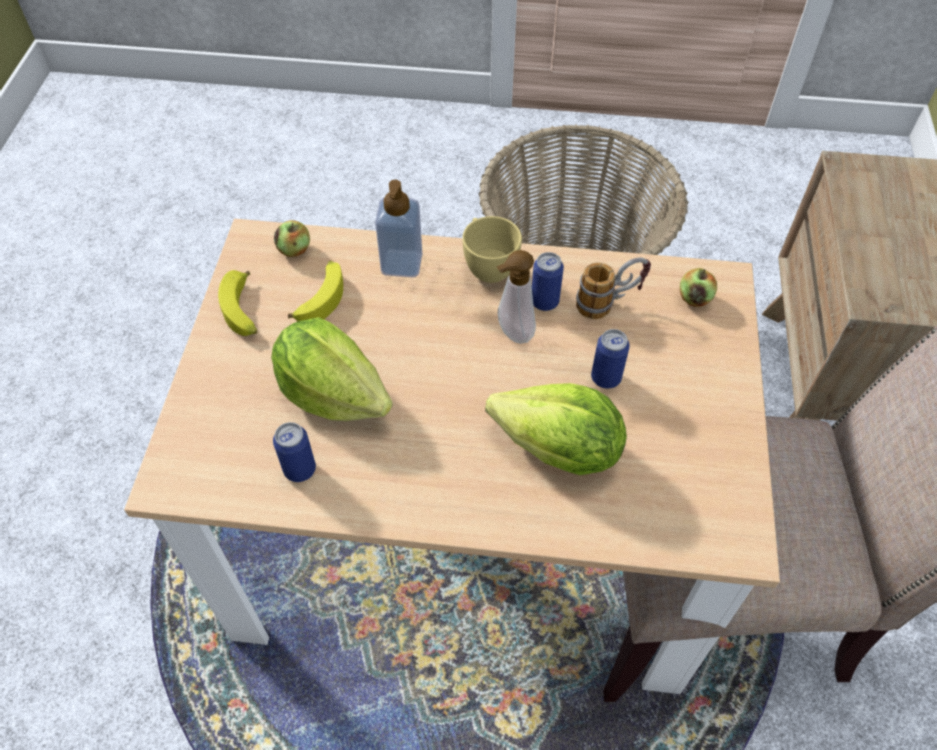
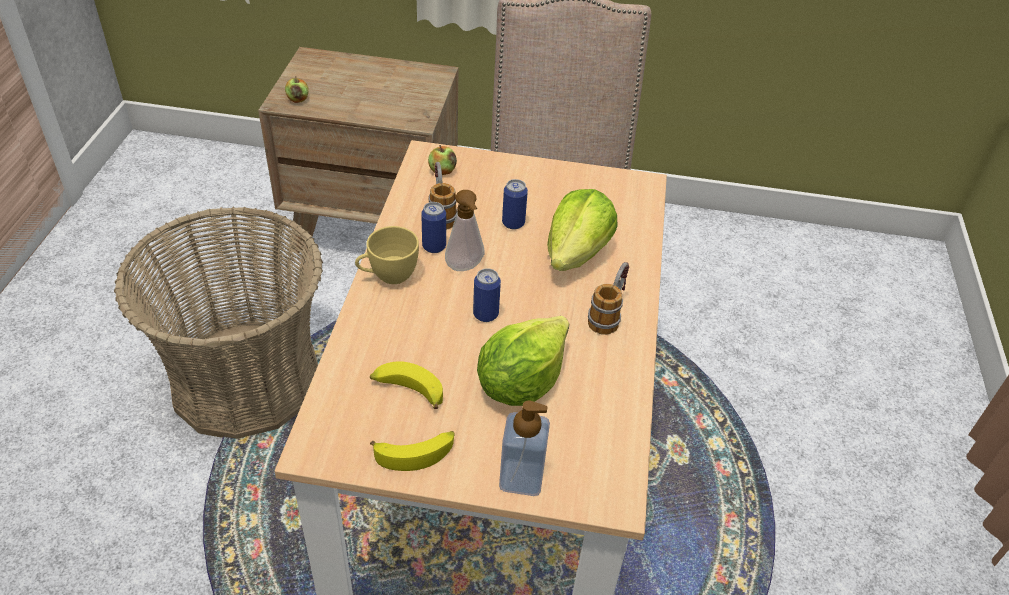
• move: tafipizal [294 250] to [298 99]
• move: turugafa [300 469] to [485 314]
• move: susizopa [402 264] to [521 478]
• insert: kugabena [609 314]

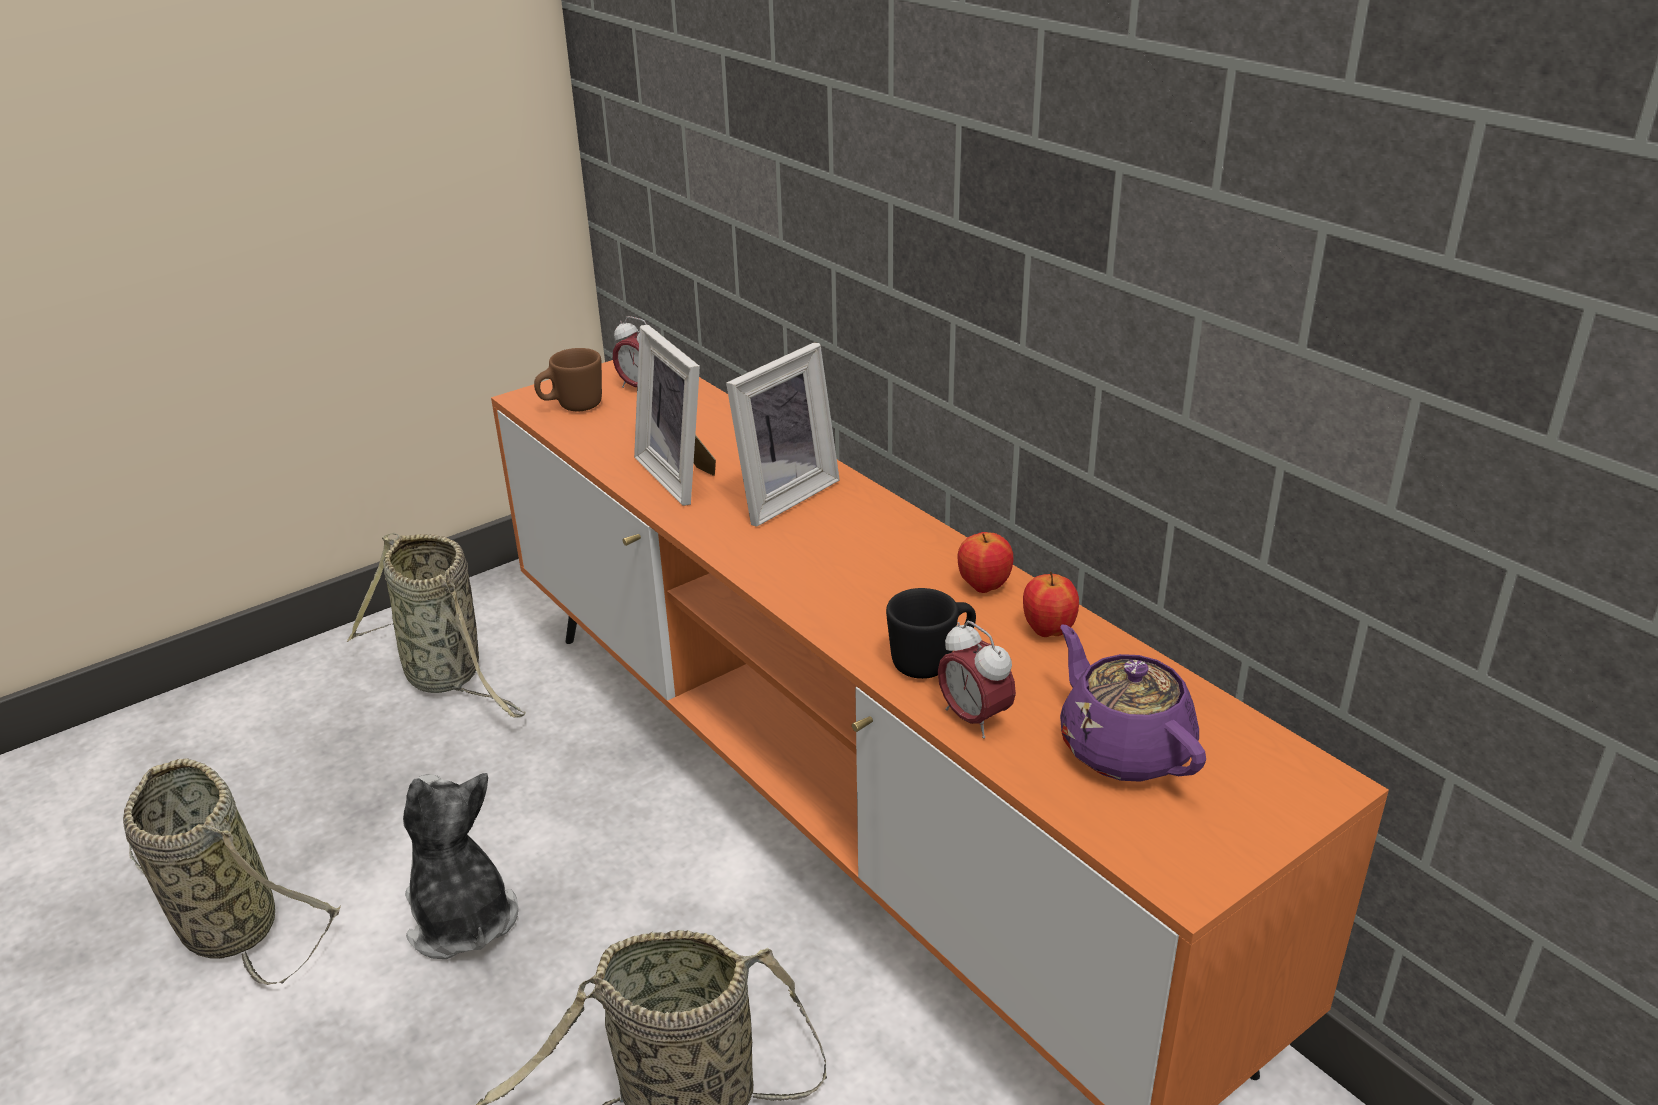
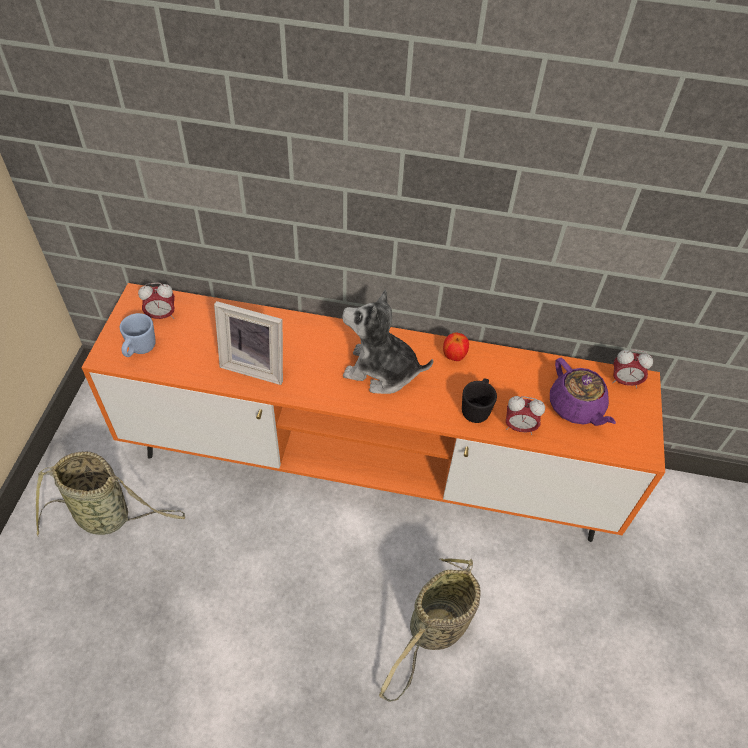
• recolor: kugabena (brown) [572 407] to kugabena (blue) [139 349]
• move: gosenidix [461 918] to [381 371]
• rotate: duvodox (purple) [1123 747] = [576 407] 135 degrees counterclockwise
• insert: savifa [624 381]
• delete: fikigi [224 922]
• delete: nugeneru [780 495]
• delete: tafipizal [1048 631]

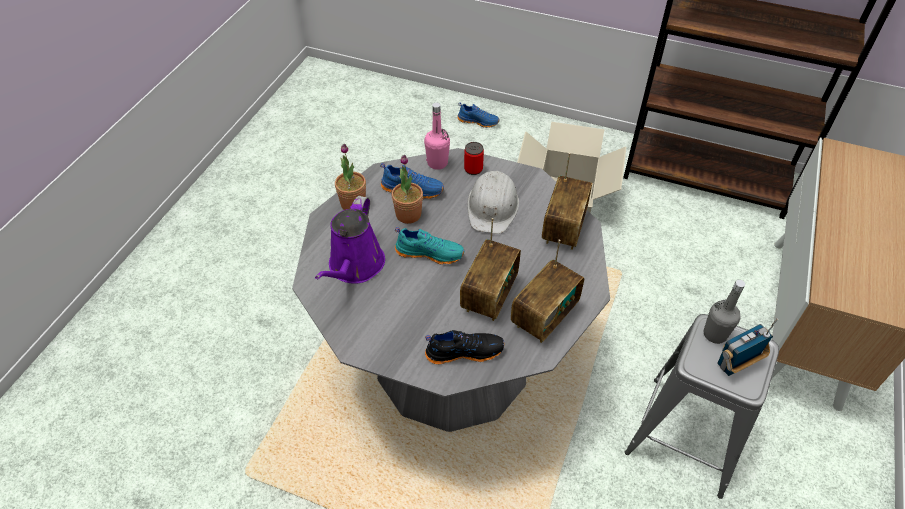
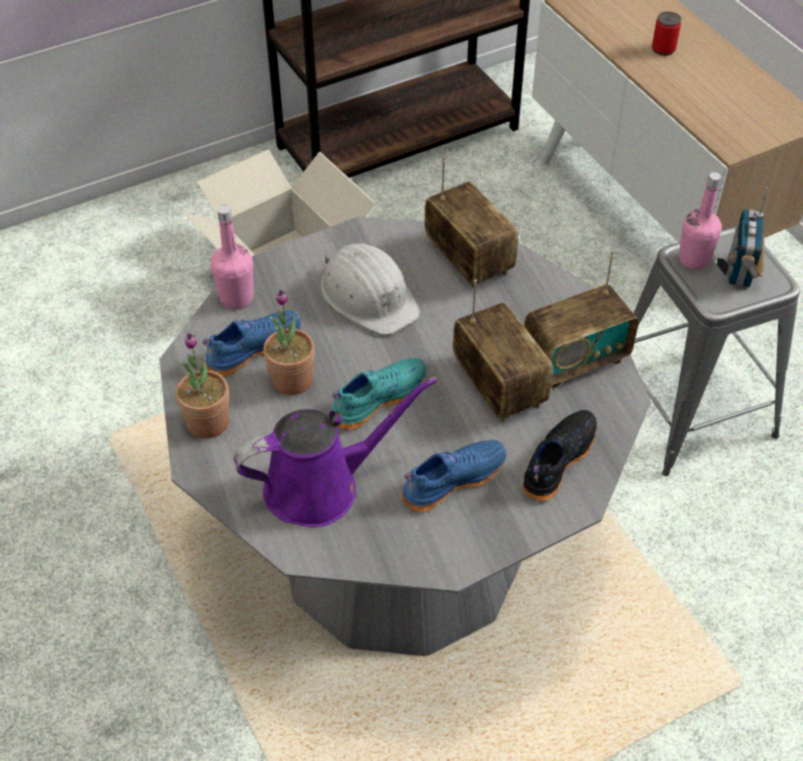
• rotate: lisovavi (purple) [354 267] = [321 486] 75 degrees counterclockwise
• move: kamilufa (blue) [478 121] to [452 480]
• rotate: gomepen [544 316] = [575 360] 75 degrees clockwise
• move: turugafa [473 169] to [663 49]
• recolor: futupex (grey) [715 334] to futupex (pink) [693 259]

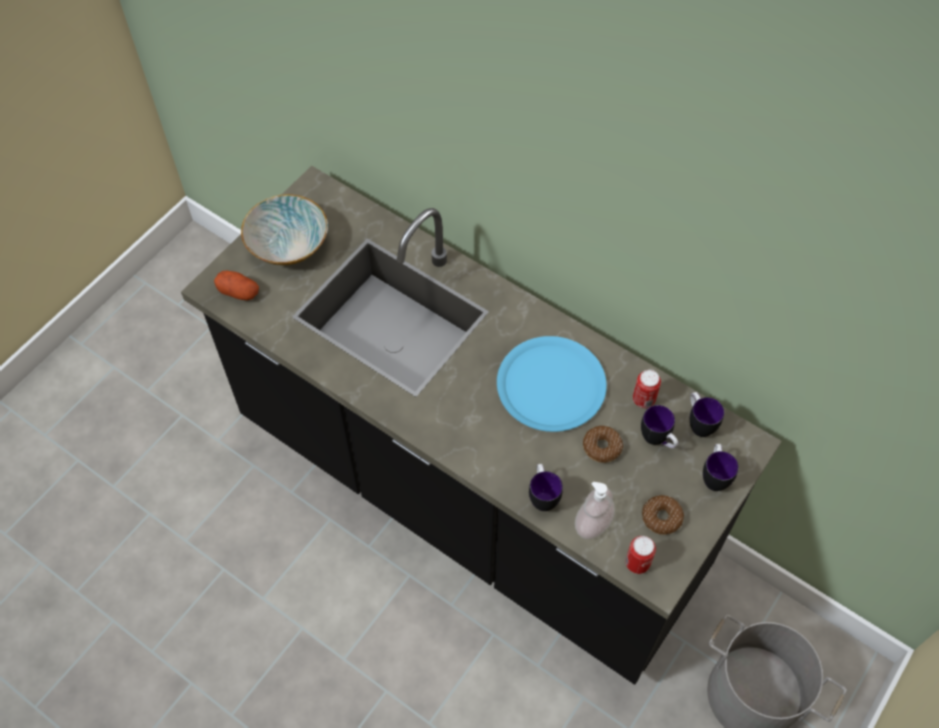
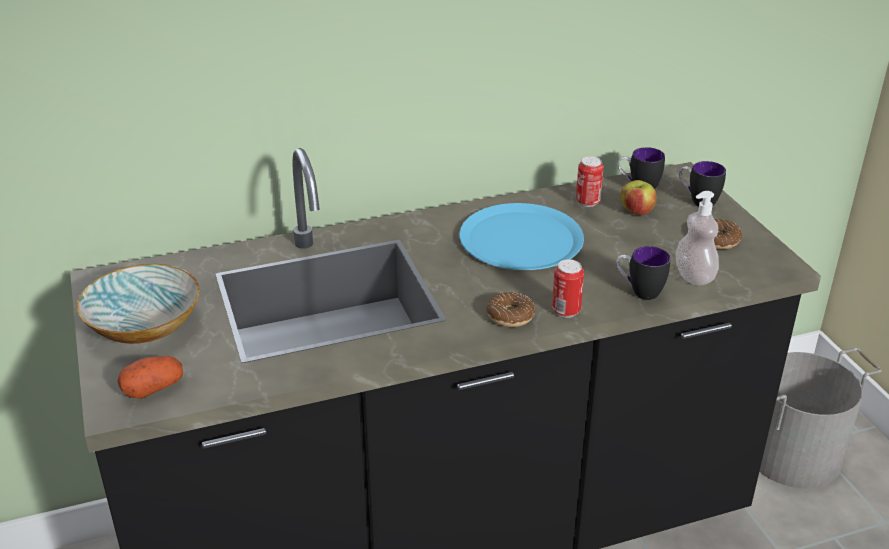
• move: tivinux [602 447] to [510 316]
• move: turugafa [637 563] to [566 311]
• replace: kugabena [658 440] to tafipizal [636 212]

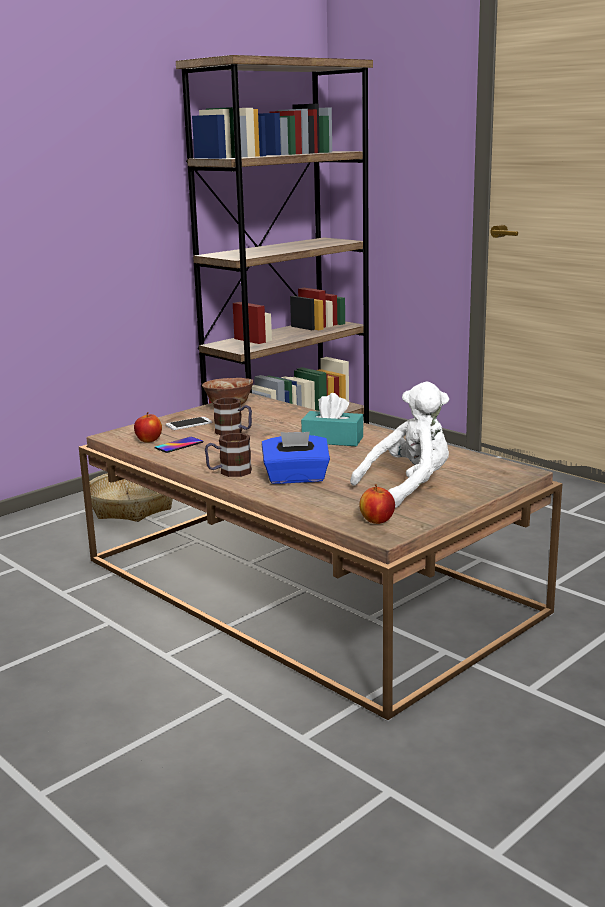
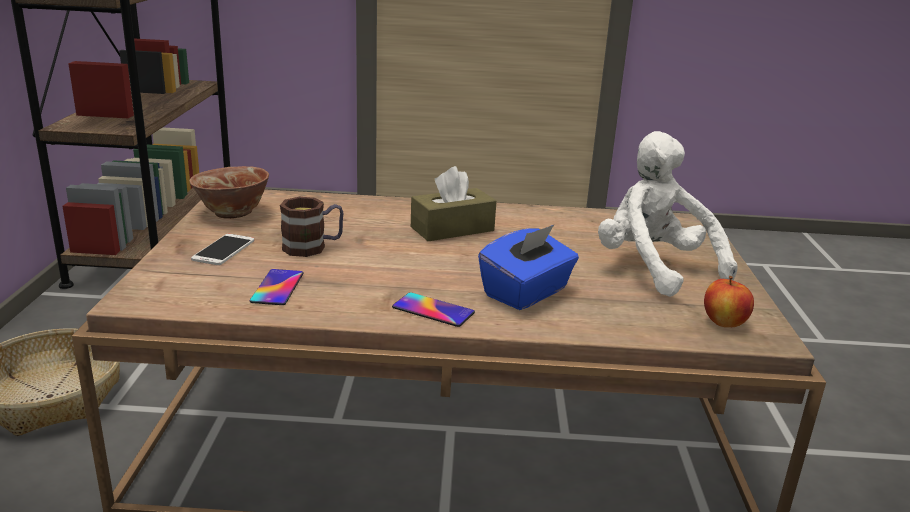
• replace: kugabena [229 472] to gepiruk [433 310]
• recolor: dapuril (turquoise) [332 440] to dapuril (brown) [452 229]
• rotate: gosenidix (white) [409 487] = [653 268] 45 degrees counterclockwise
• delete: tafipizal [149 440]

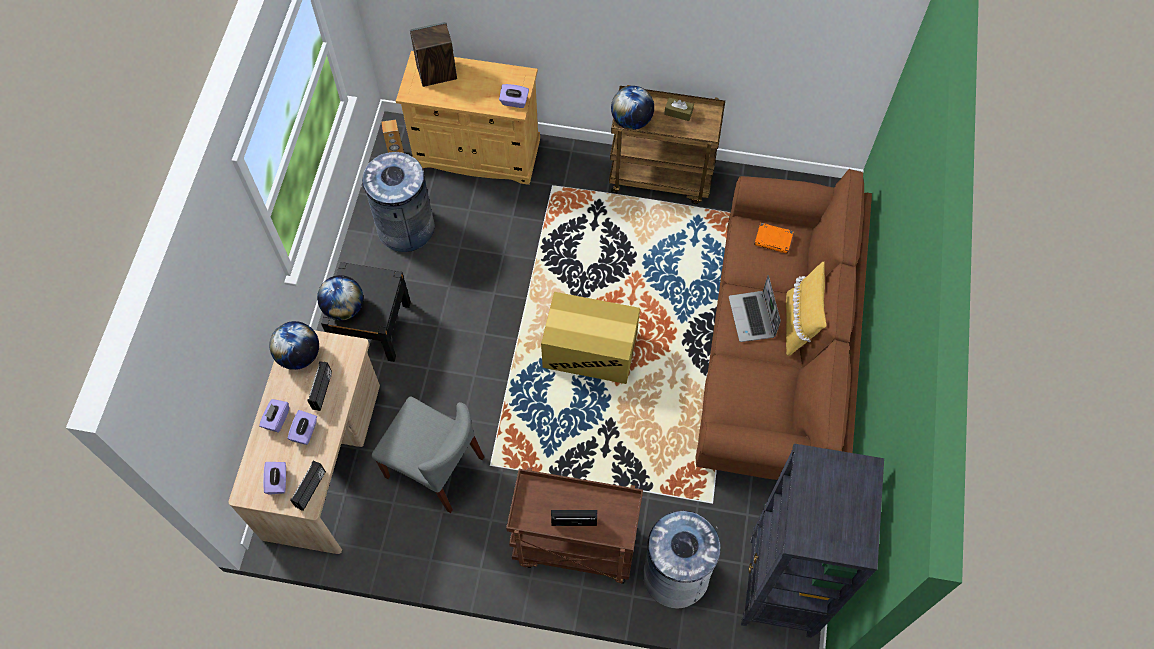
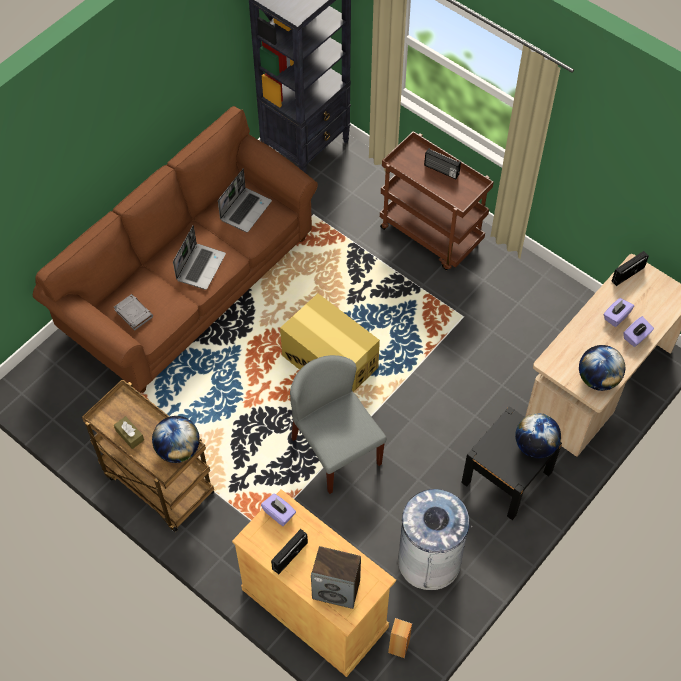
• recolor: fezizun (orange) [773 240] to fezizun (grey) [133 313]
• insert: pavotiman [245 210]
• move: gomepen [323 390] to [289 555]
• move: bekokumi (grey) [435 467] to [335 450]
• delete: dapuril (purple) [278 481]
• delete: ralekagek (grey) [675 574]
• delete: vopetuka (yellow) [799 324]

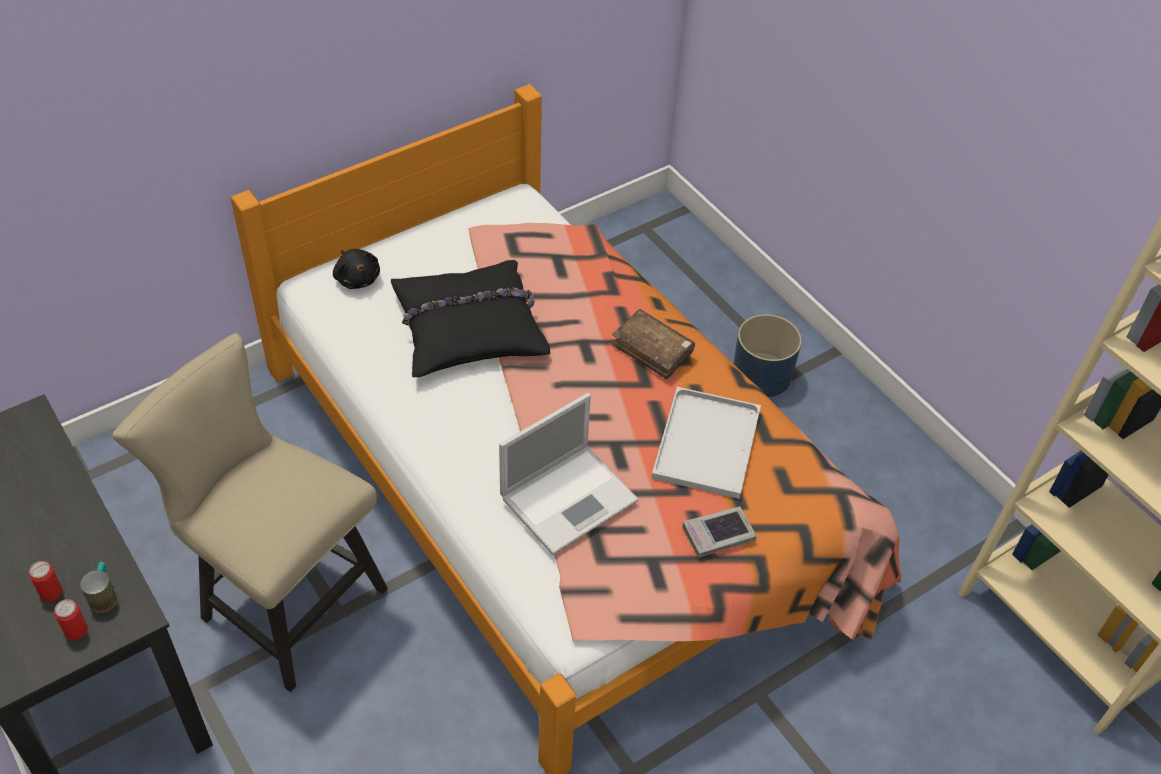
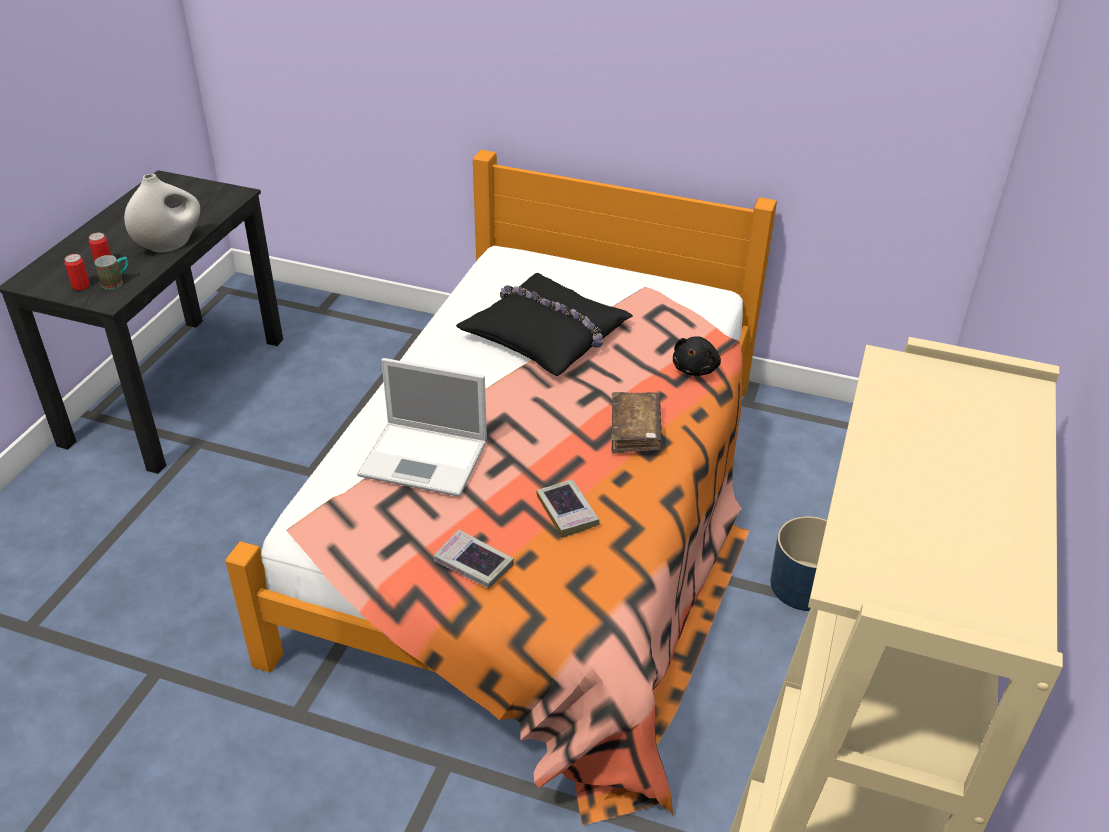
• insert: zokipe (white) [170 245]
• replace: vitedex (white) [707 446] to fezizun [567 512]
• move: gosenidix (black) [357 278] to [696 368]
• delete: bekokumi (beige) [282 599]

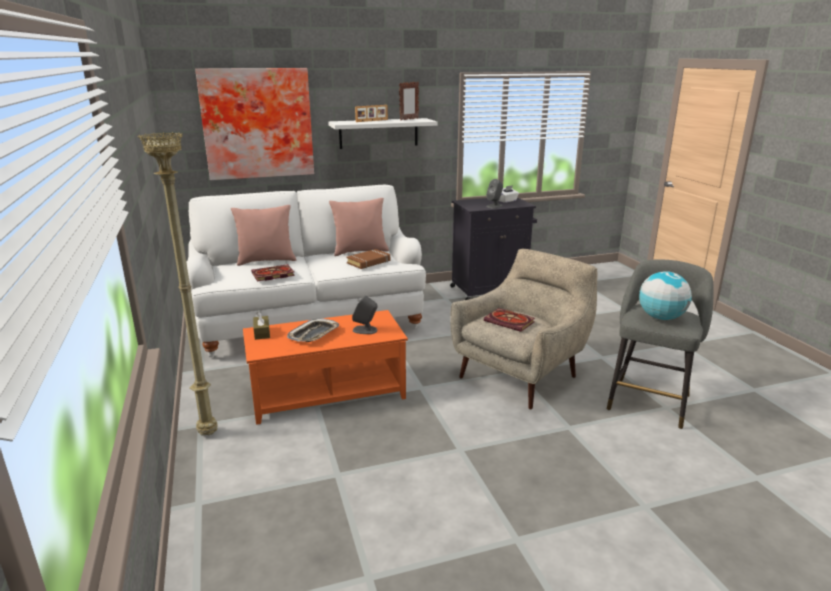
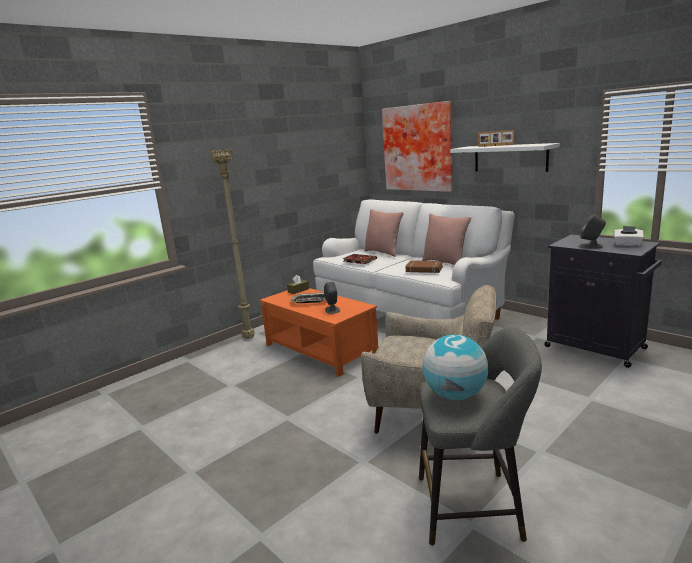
• delete: nugeneru [409 119]
• delete: fezizun [510 322]

